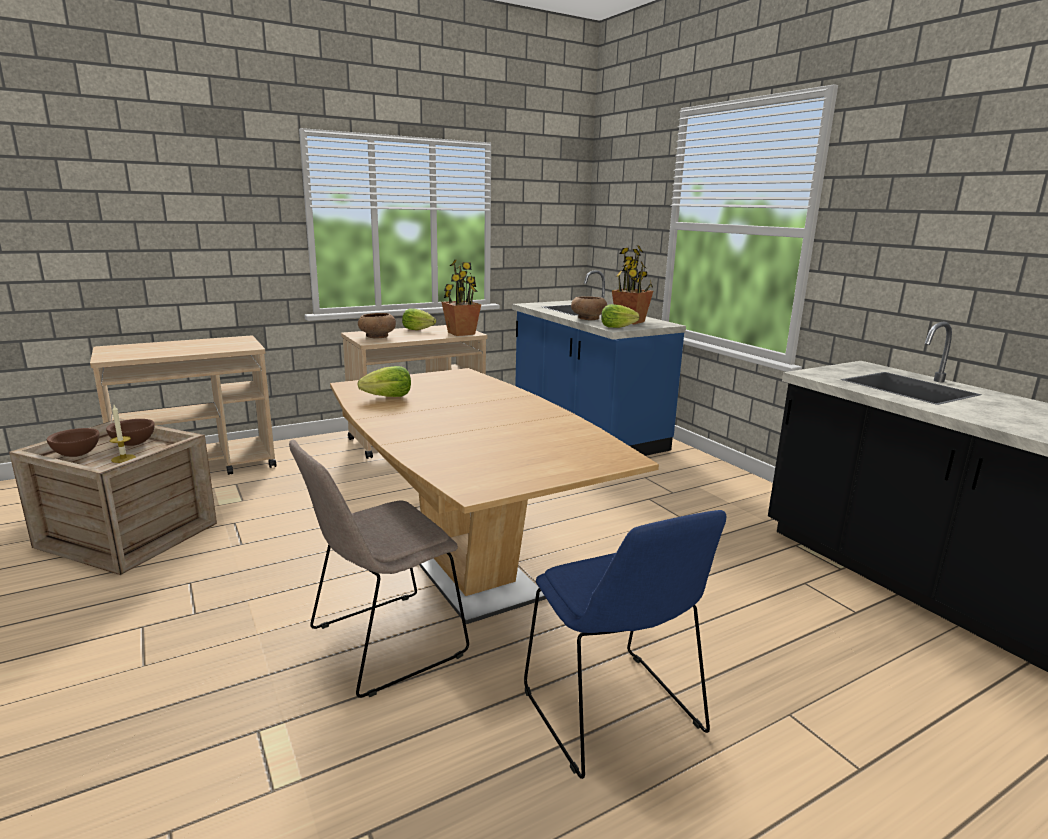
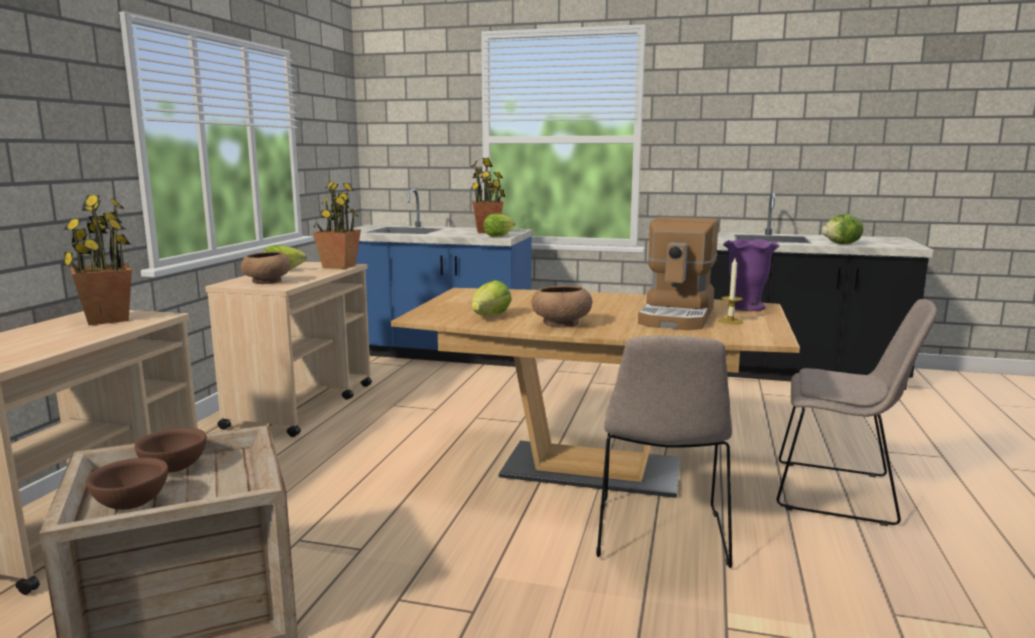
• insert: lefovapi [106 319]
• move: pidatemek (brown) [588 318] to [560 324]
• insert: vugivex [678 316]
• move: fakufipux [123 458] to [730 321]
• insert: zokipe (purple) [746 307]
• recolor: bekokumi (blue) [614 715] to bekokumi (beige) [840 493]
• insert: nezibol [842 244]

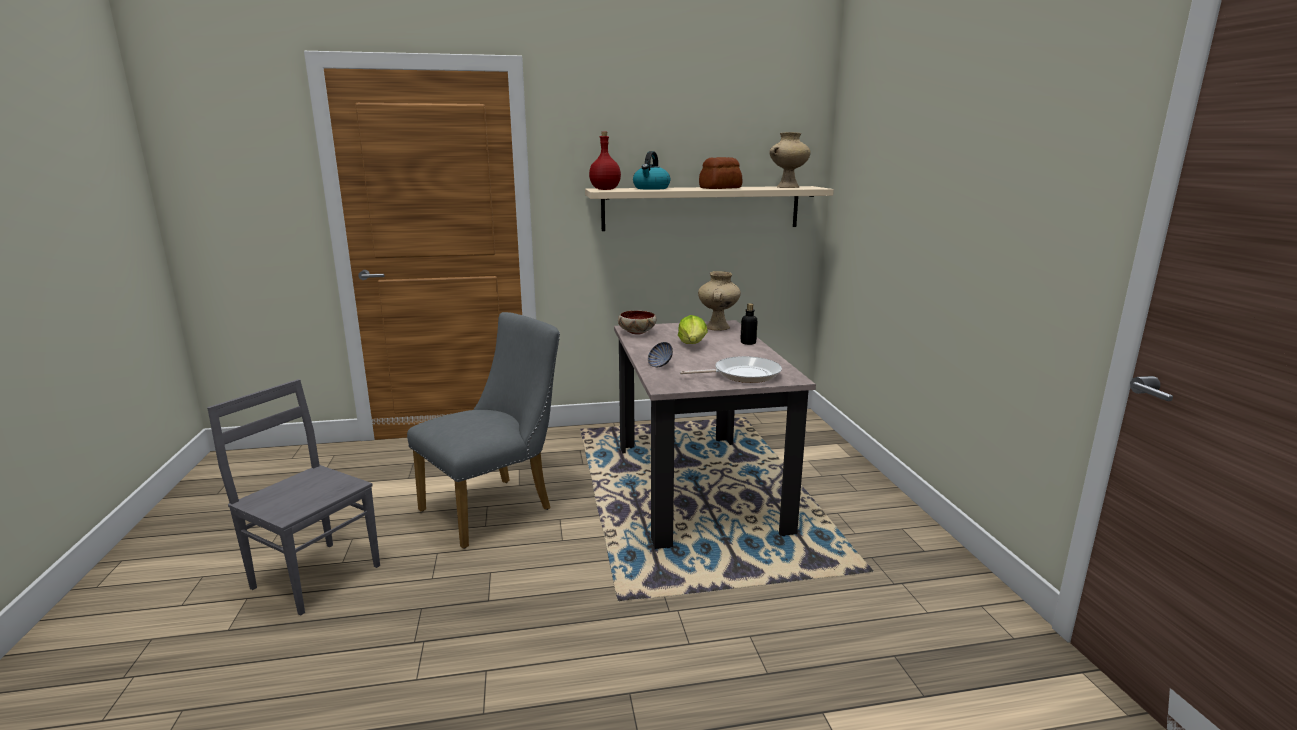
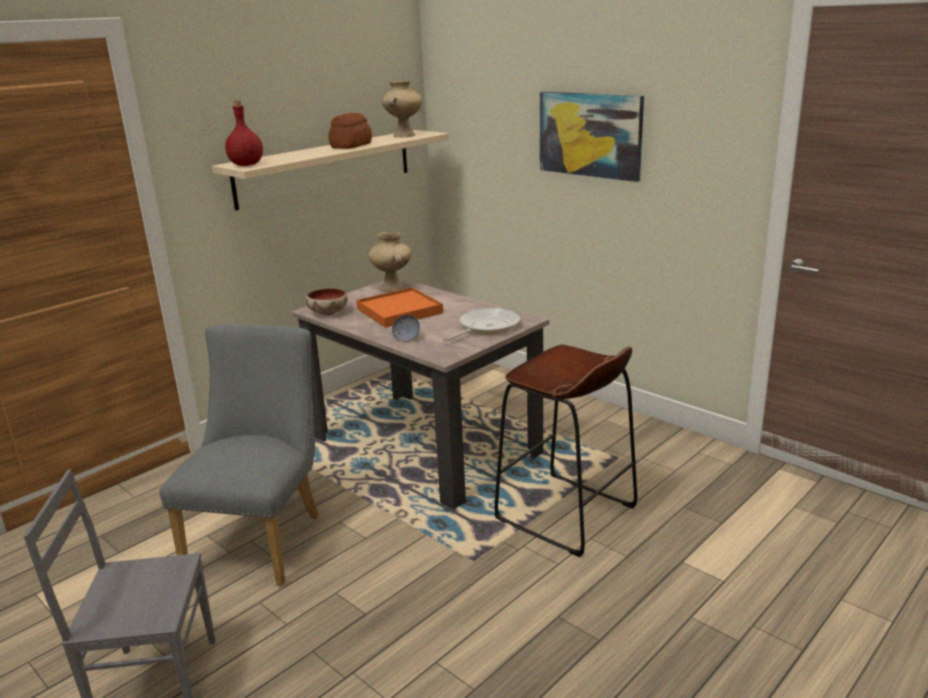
• replace: nezibol [692 344] to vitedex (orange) [399 311]
• insert: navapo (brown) [566 513]
• insert: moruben [590 134]
• delete: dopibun [651 188]
• delete: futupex [748 343]

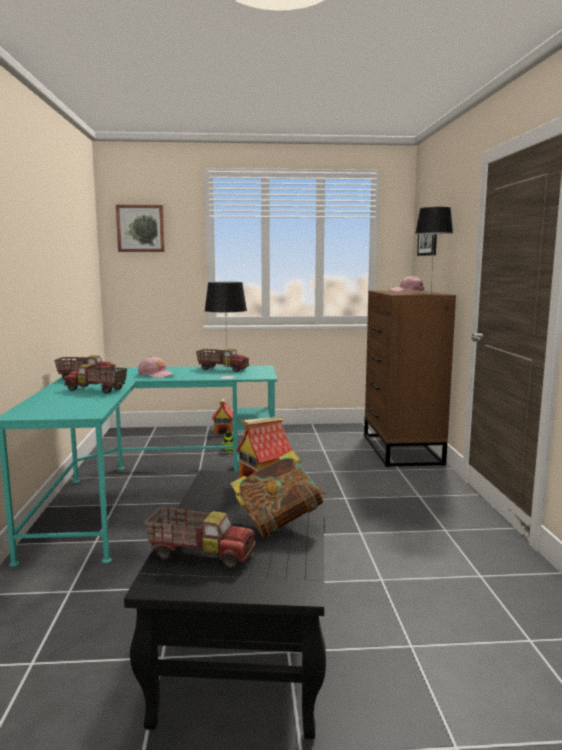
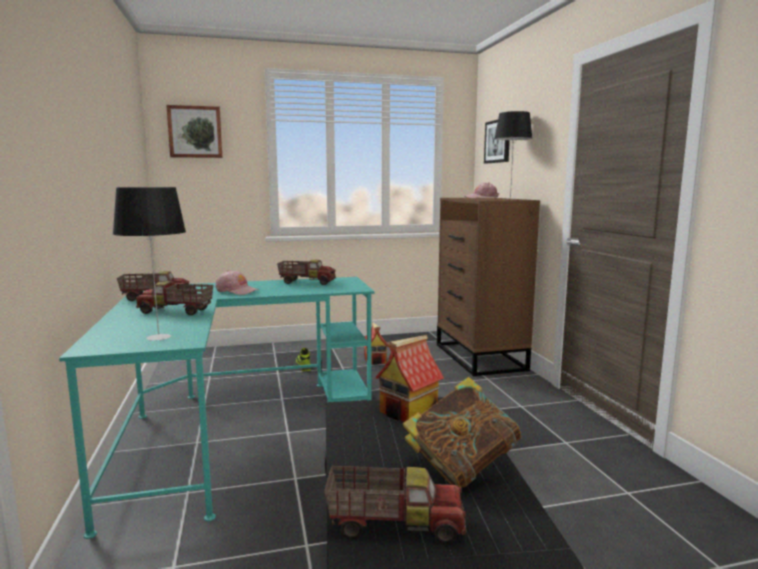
• move: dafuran [227 377] to [158 337]
• move: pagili [224 431] to [375 360]

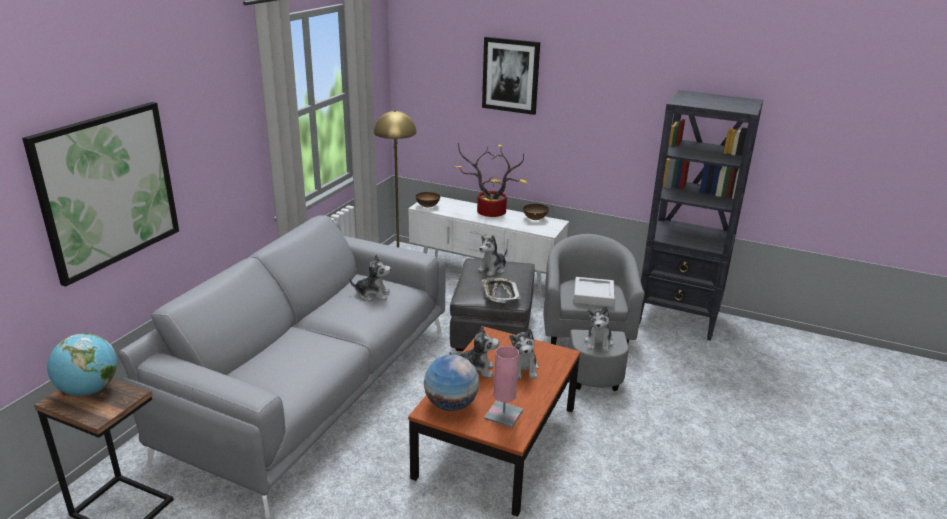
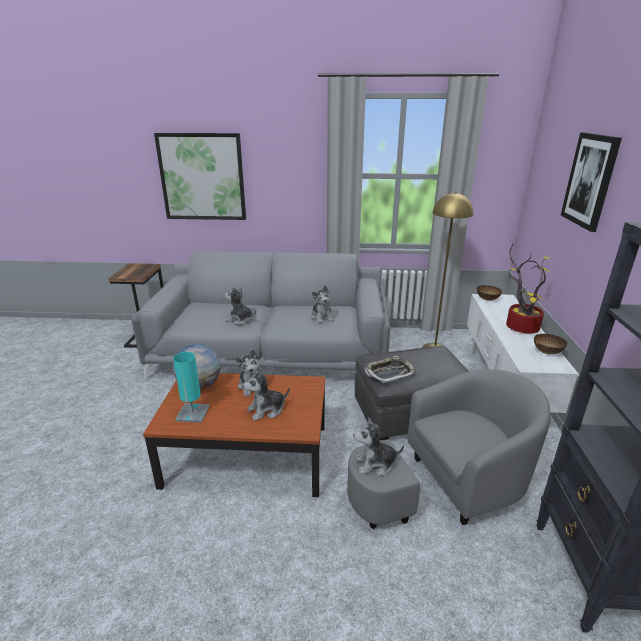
• recolor: dafuran (pink) [503 414] to dafuran (turquoise) [193 413]
• move: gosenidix [492 269] to [240 320]
• delete: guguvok [89 390]
• delete: vitedex (grey) [593 295]

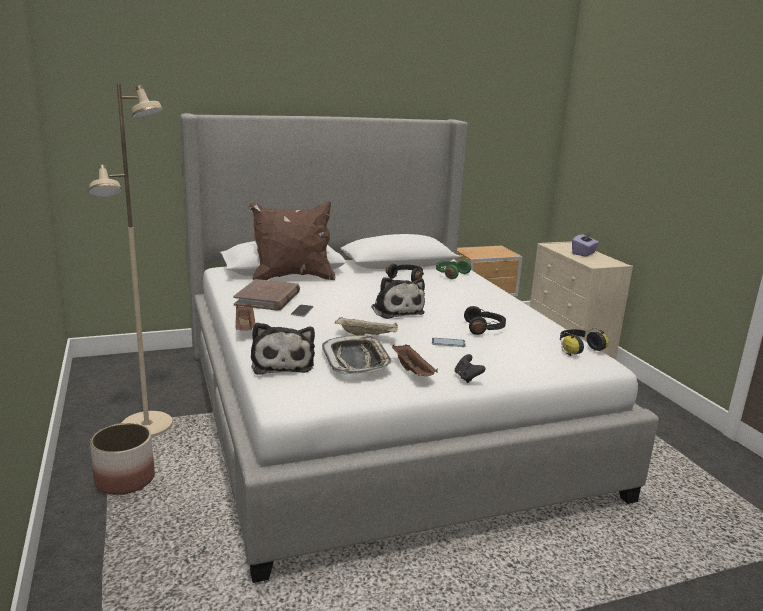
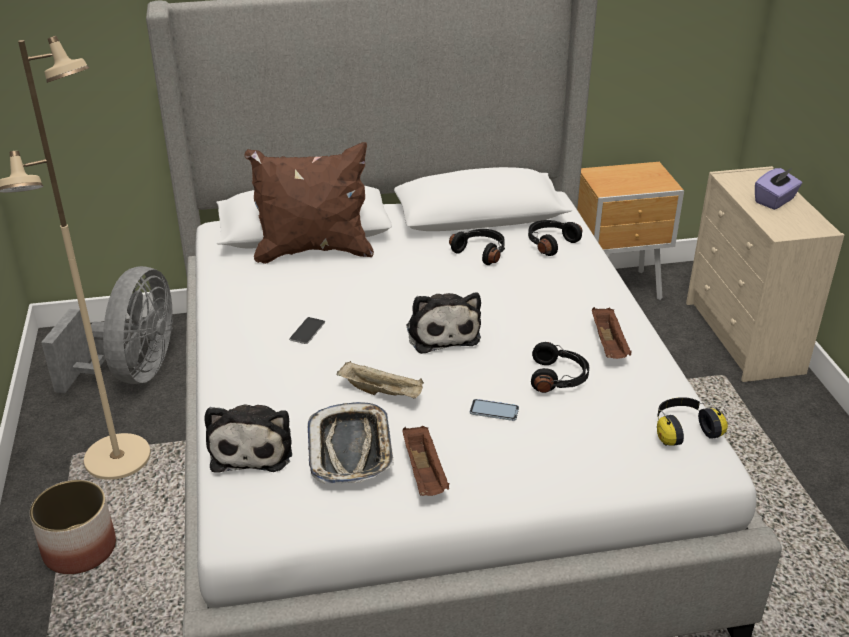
• insert: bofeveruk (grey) [132 372]
• recolor: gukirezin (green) [450 274] to gukirezin (black) [550 243]
• move: vitedex (brown) [245 328] to [609 345]
• delete: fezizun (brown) [268 298]
• delete: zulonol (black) [467 378]

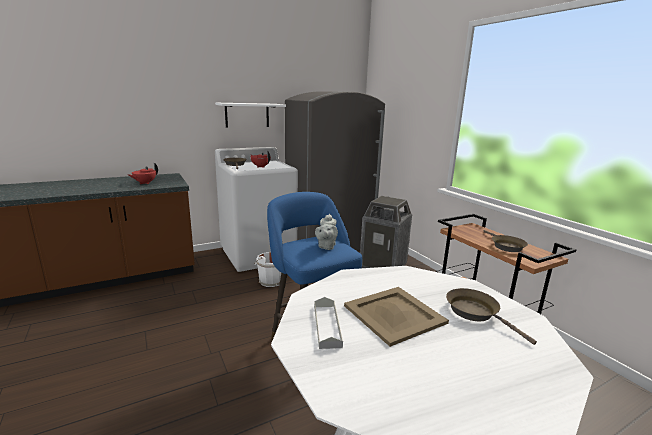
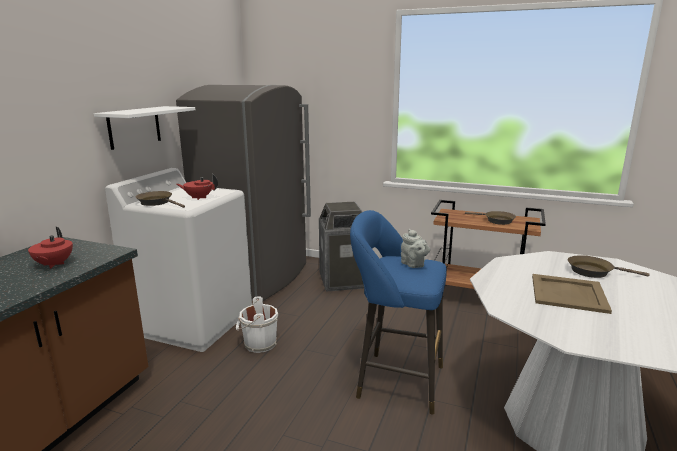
• delete: vitedex (grey) [327 325]

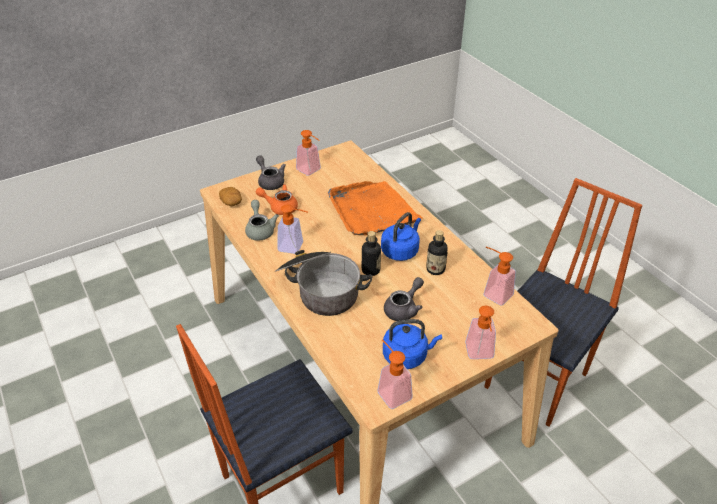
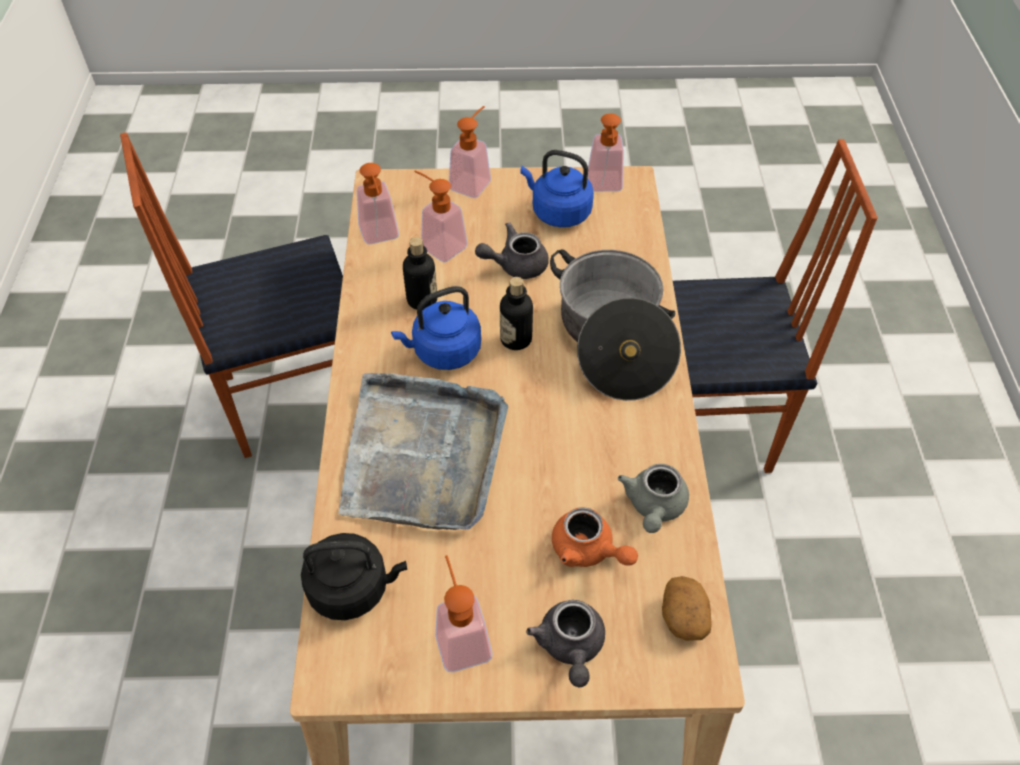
• insert: dopibun (black) [353 588]
• recolor: vitedex (orange) [372 211] to vitedex (grey) [423 455]
• move: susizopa [295 247] to [438 244]

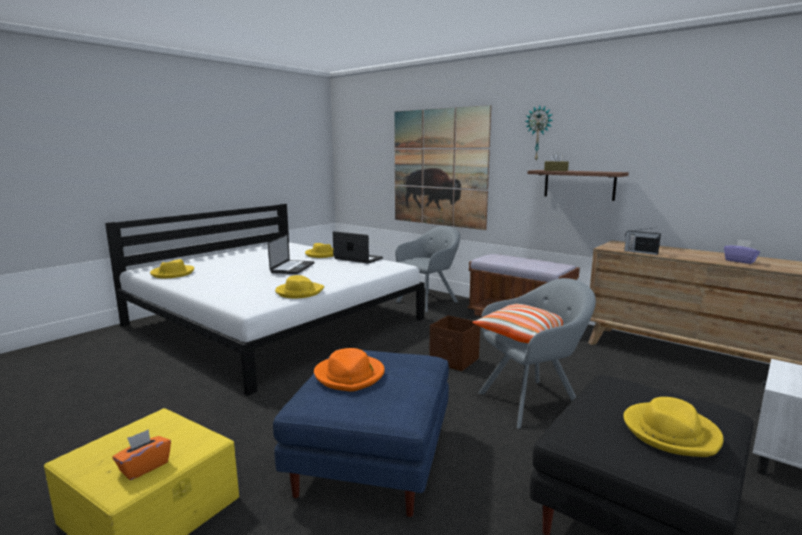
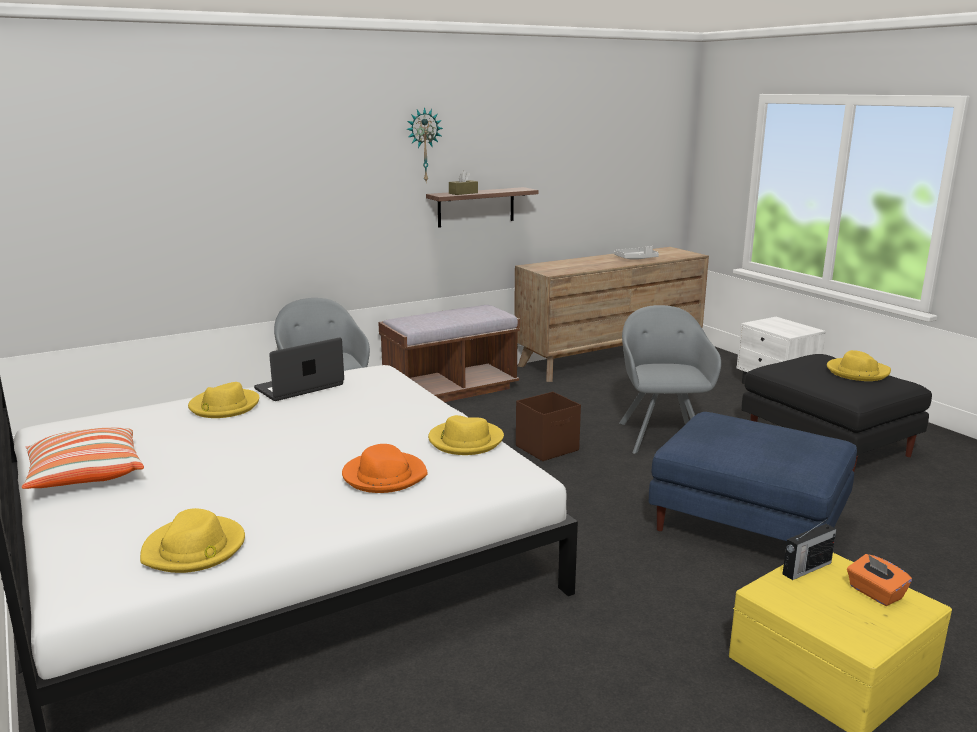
• move: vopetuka [520 335] to [85 475]
• move: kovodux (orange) [350 375] to [384 476]
• replace: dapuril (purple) [740 261] to vitedex (grey) [636 259]
• move: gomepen [640 252] to [805 569]
• delete: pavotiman [293 268]
• delete: moruben [439 168]

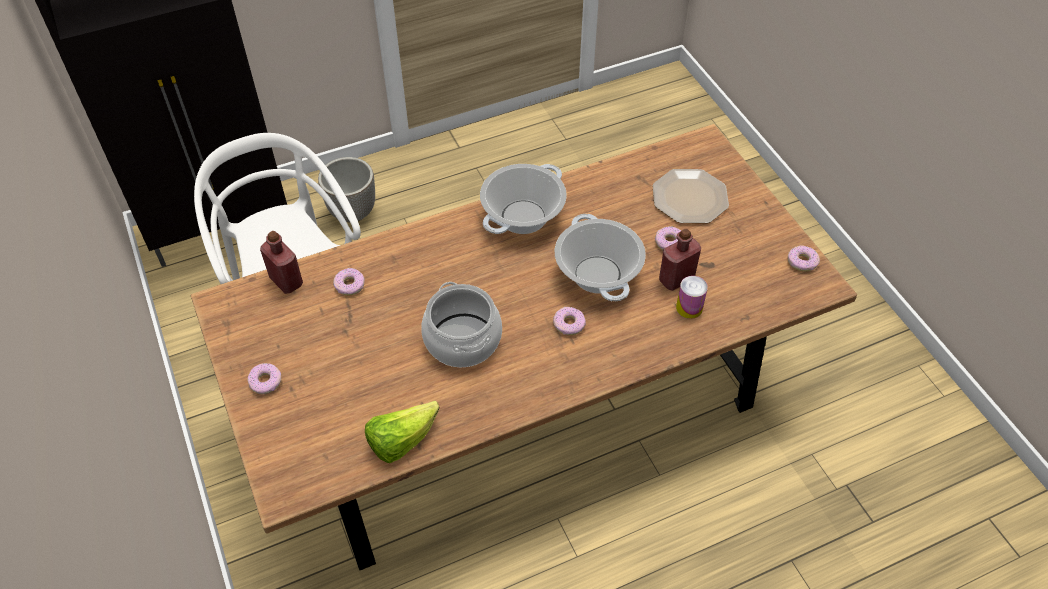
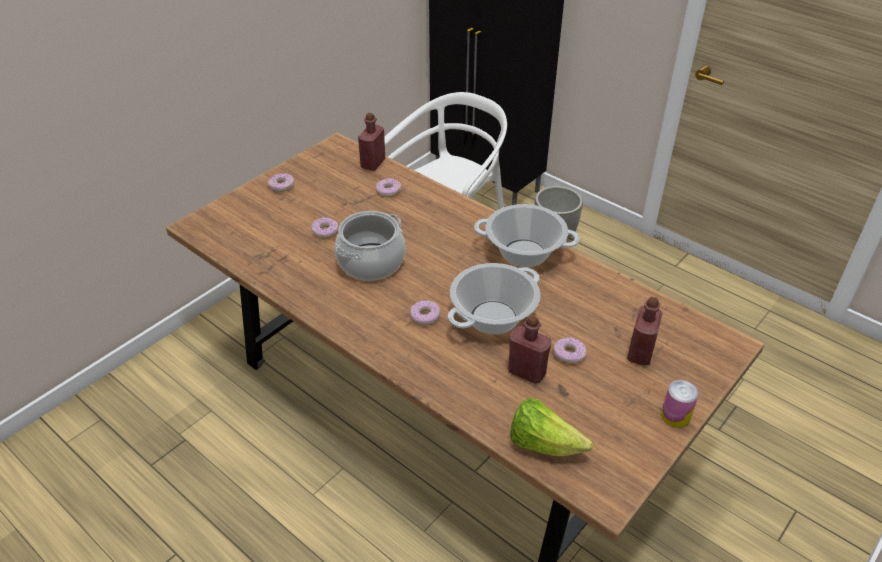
• move: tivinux [802 261] to [325 231]
• move: nezibol [401 441] to [543 444]
• replace: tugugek [690 198] to futupex (red) [640 353]
• move: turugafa [689 308] to [675 416]

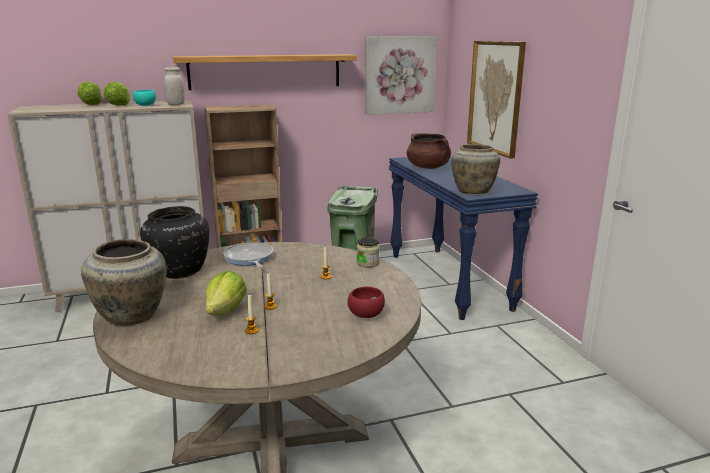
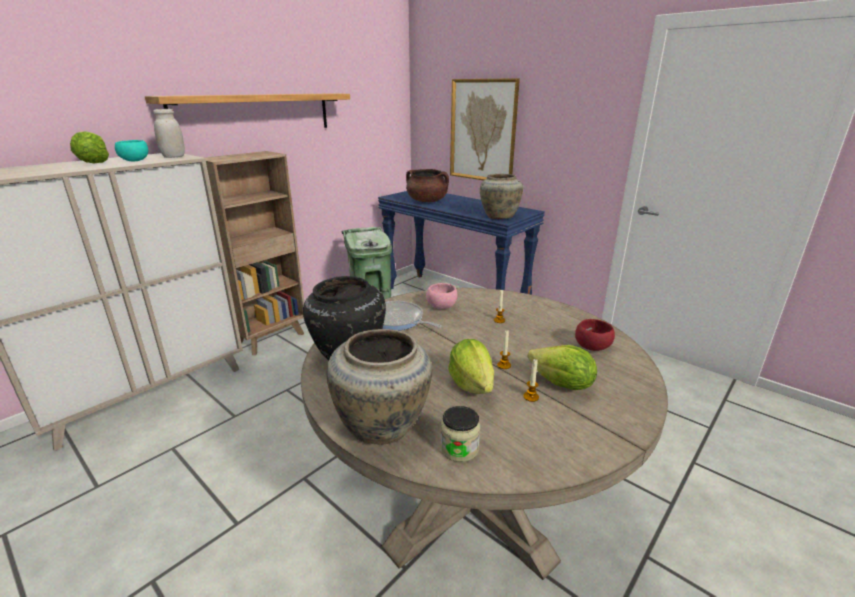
• insert: pidatemek (pink) [442 307]
• move: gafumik [367 263] to [459 449]
• move: nezibol [91 105] to [562 384]
• delete: moruben [399 75]

